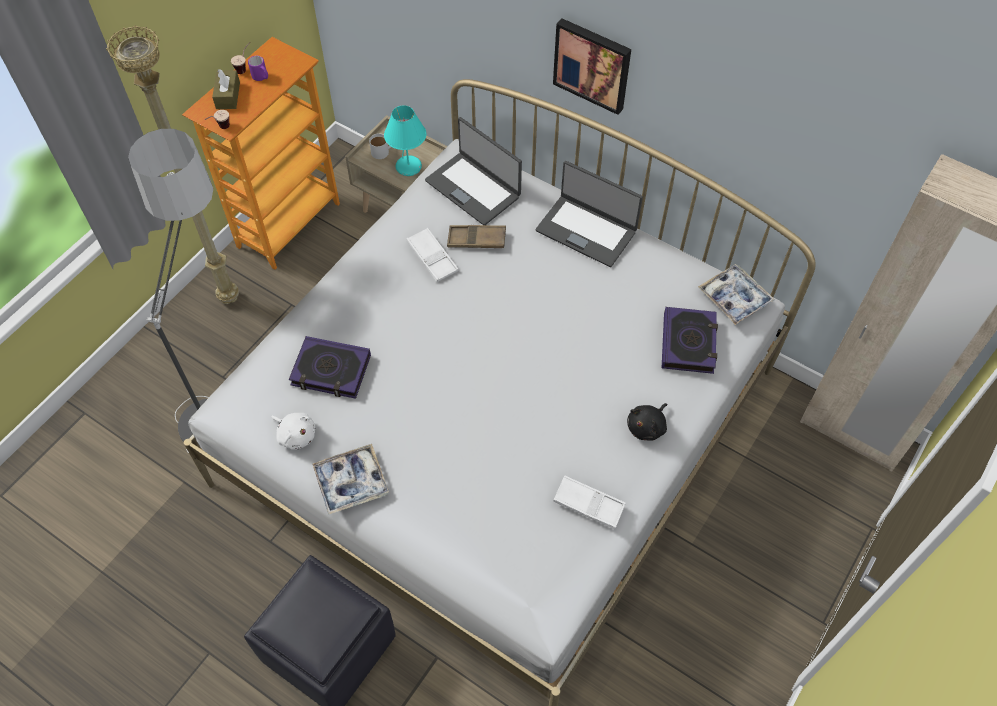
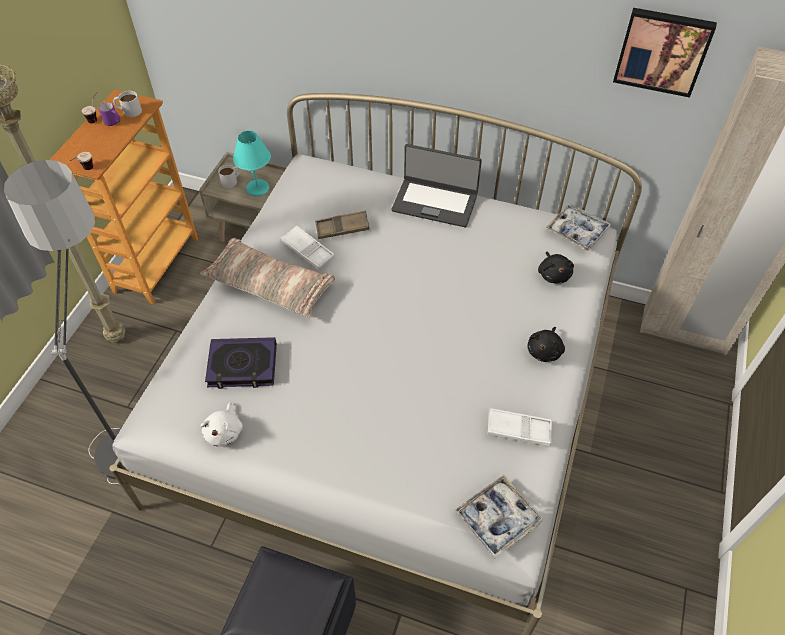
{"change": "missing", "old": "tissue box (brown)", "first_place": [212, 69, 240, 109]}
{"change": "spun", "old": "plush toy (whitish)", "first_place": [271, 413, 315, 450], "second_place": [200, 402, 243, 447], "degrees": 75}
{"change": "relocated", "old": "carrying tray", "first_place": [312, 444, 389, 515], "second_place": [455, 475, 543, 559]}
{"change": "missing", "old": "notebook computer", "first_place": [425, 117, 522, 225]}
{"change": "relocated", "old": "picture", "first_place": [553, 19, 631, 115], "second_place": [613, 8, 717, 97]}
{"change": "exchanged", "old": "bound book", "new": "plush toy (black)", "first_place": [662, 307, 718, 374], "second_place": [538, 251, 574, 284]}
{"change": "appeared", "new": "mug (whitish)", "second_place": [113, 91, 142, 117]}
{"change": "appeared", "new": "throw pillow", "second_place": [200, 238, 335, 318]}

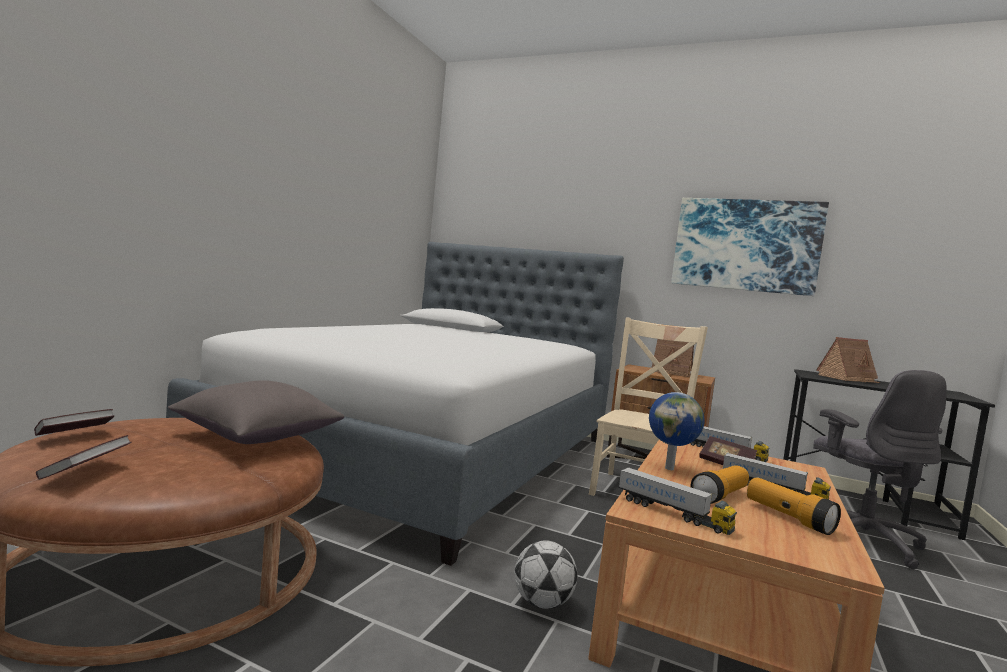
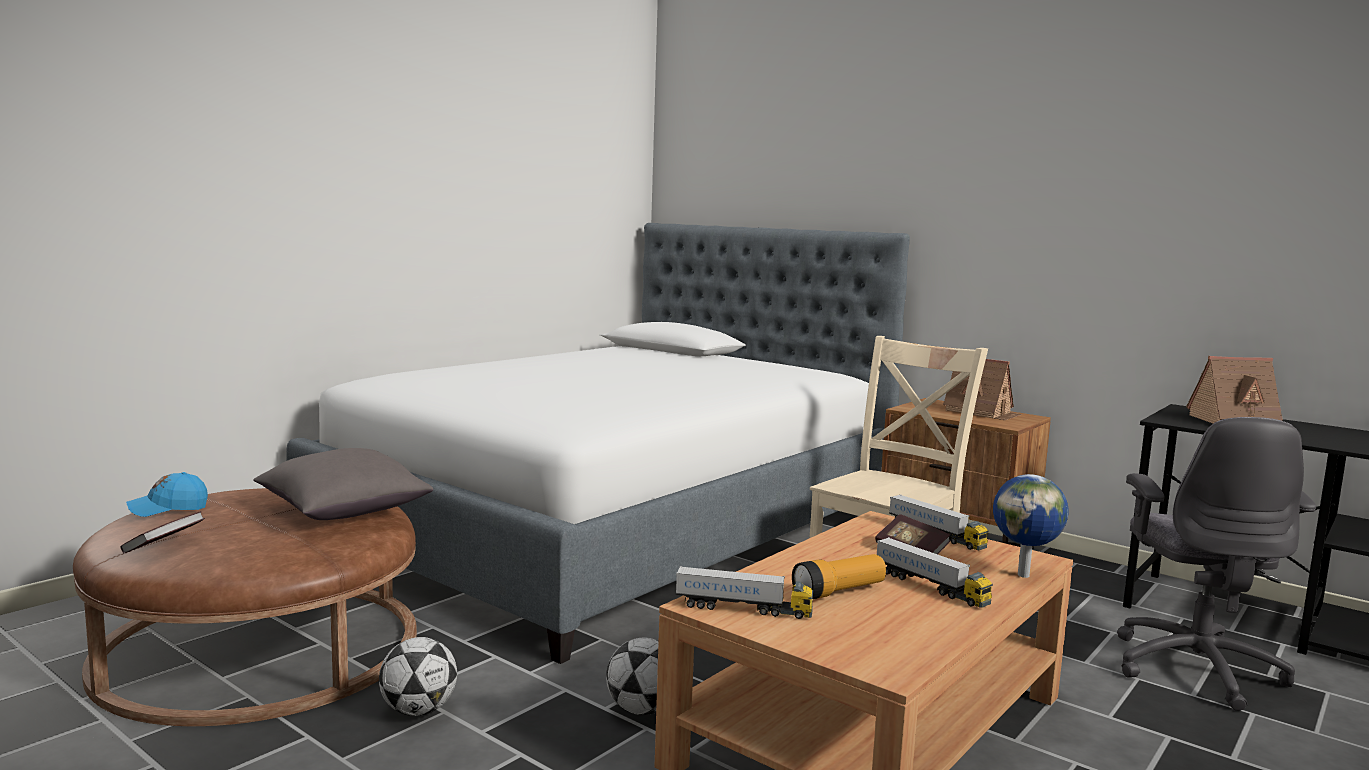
{"change": "exchanged", "old": "bound book", "new": "peaked cap (bluish)", "first_place": [34, 409, 114, 436], "second_place": [126, 472, 208, 517]}
{"change": "spun", "old": "toy truck", "first_place": [619, 467, 737, 535], "second_place": [676, 566, 813, 619], "degrees": -45}
{"change": "relocated", "old": "globe", "first_place": [649, 392, 705, 470], "second_place": [993, 474, 1069, 578]}
{"change": "missing", "old": "picture", "first_place": [671, 198, 829, 296]}
{"change": "missing", "old": "flashlight", "first_place": [747, 477, 841, 535]}
{"change": "appeared", "new": "football", "second_place": [379, 637, 457, 716]}

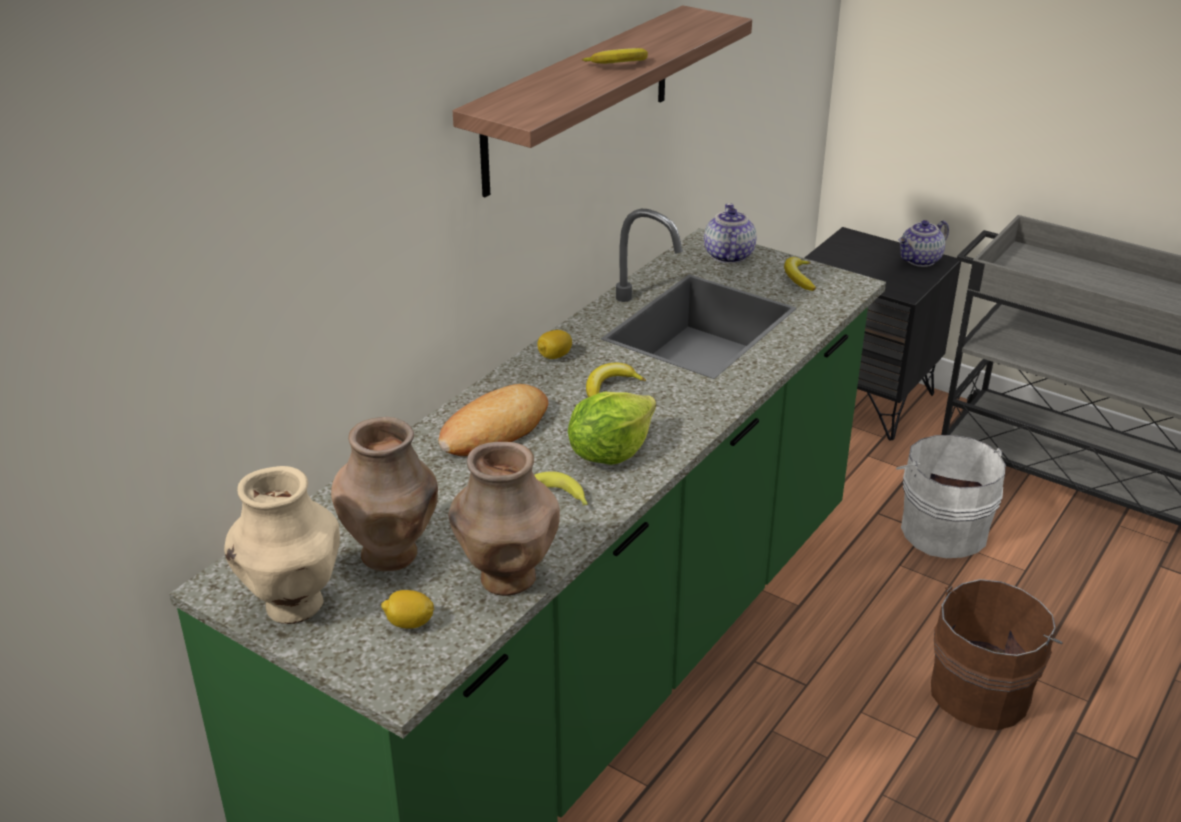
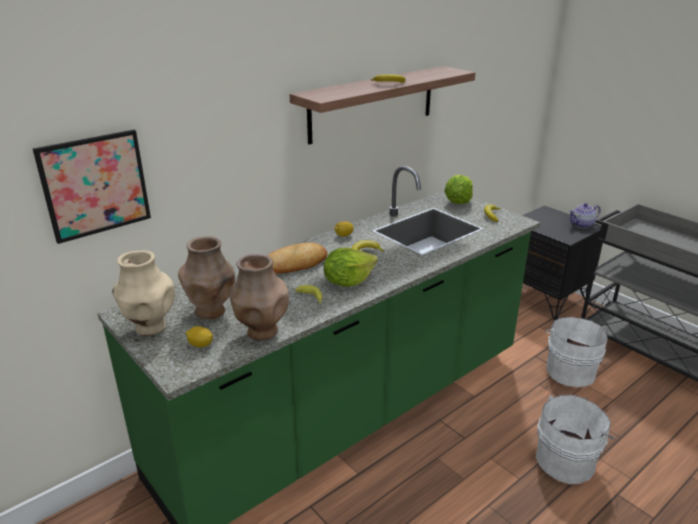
{"change": "exchanged", "old": "pot for tea", "new": "lettuce", "first_place": [704, 203, 757, 263], "second_place": [444, 175, 473, 204]}
{"change": "colour", "old": "bucket (brown)", "new": "bucket (whitish)", "first_place": [931, 579, 1063, 730], "second_place": [536, 395, 615, 484]}
{"change": "appeared", "new": "picture", "second_place": [33, 130, 151, 244]}

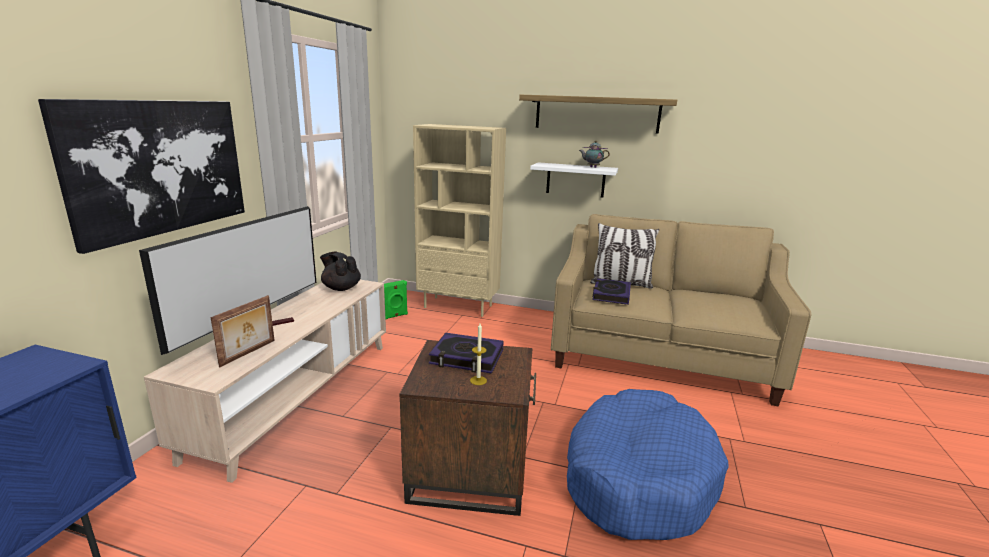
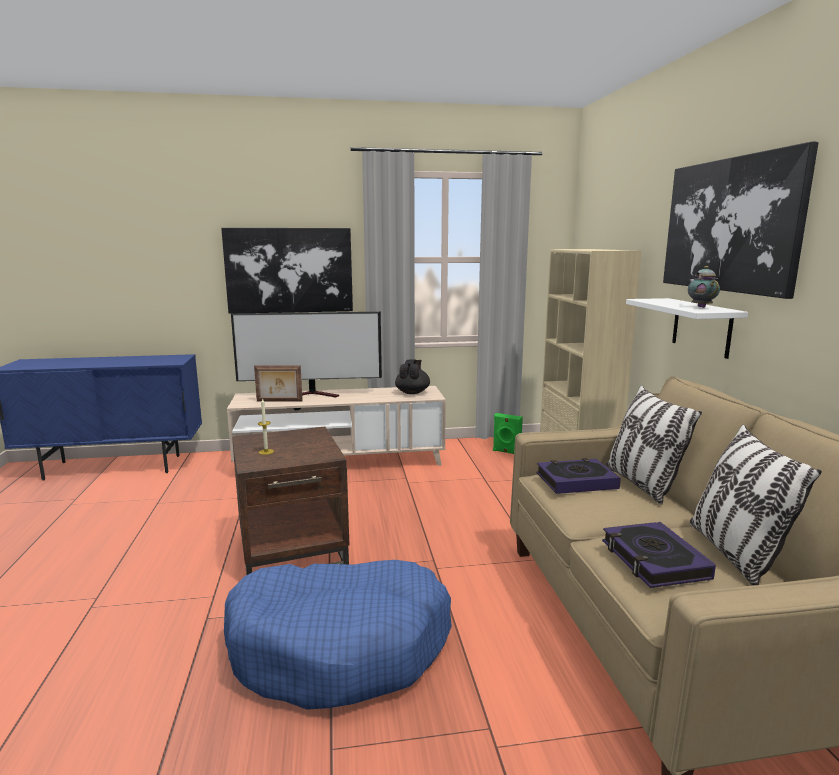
{"change": "relocated", "old": "bound book", "first_place": [429, 333, 504, 373], "second_place": [602, 522, 716, 588]}
{"change": "exchanged", "old": "wall shelf", "new": "picture", "first_place": [519, 95, 677, 134], "second_place": [663, 141, 818, 299]}
{"change": "appeared", "new": "throw pillow", "second_place": [690, 424, 822, 586]}

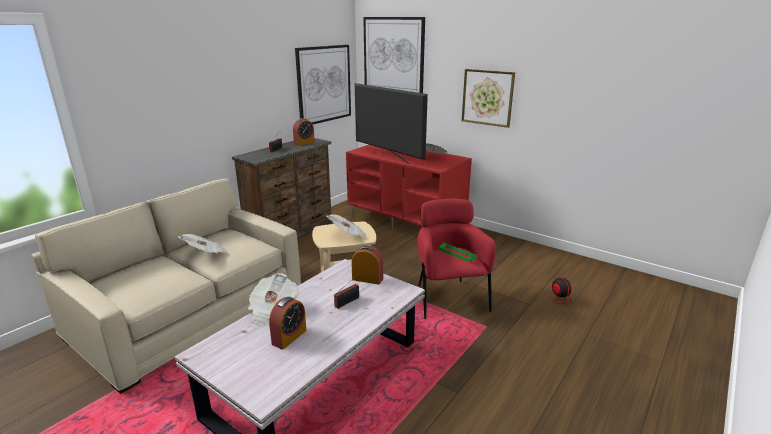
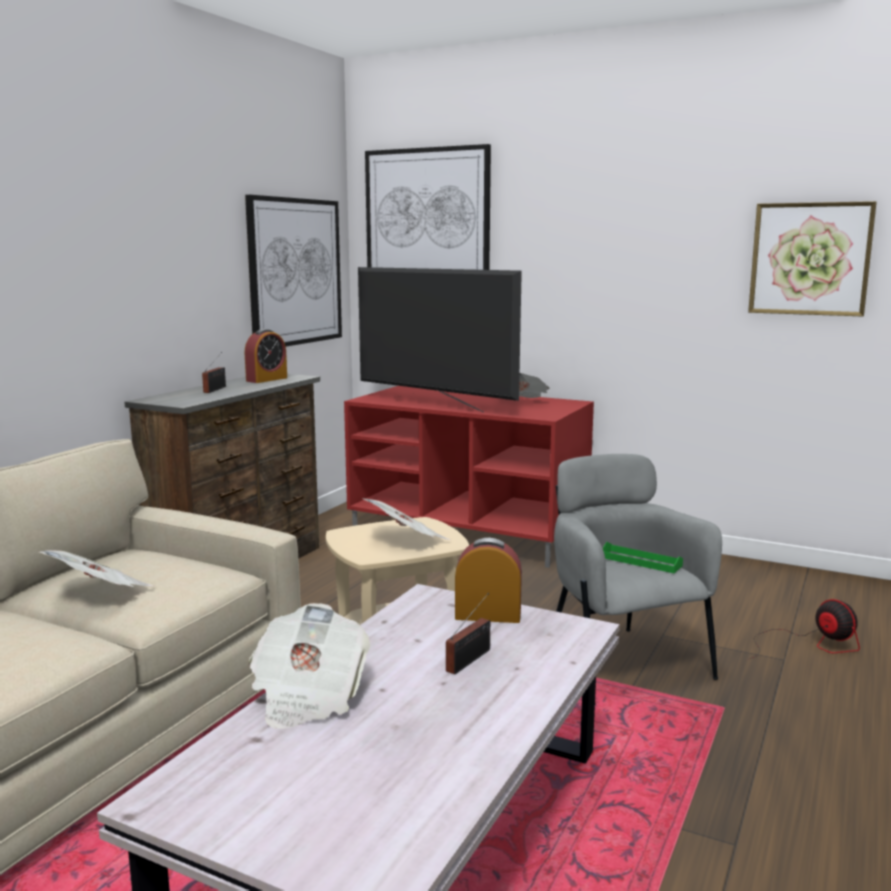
{"change": "missing", "old": "alarm clock", "first_place": [269, 297, 306, 350]}
{"change": "colour", "old": "armchair (red-coloured)", "new": "armchair (grey)", "first_place": [418, 199, 496, 319], "second_place": [554, 454, 722, 705]}
{"change": "relocated", "old": "picture", "first_place": [462, 69, 515, 128], "second_place": [748, 201, 877, 317]}

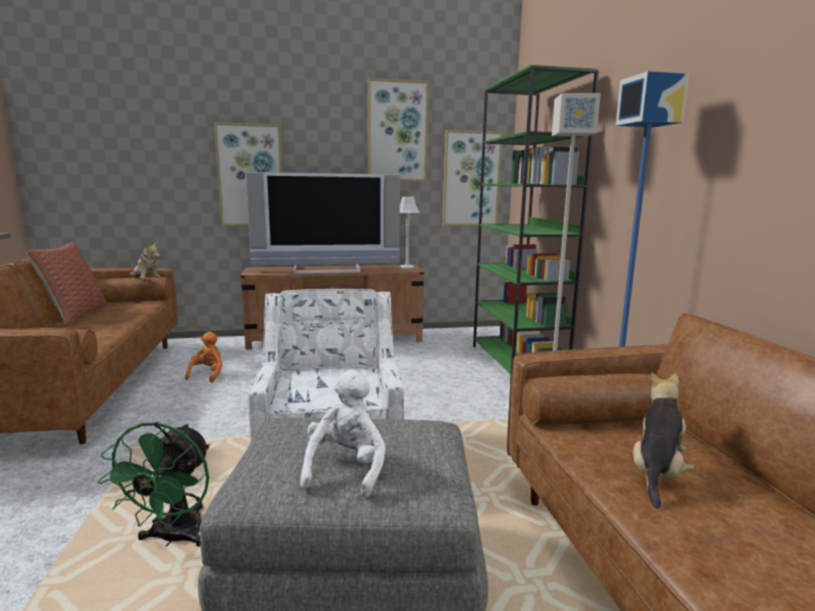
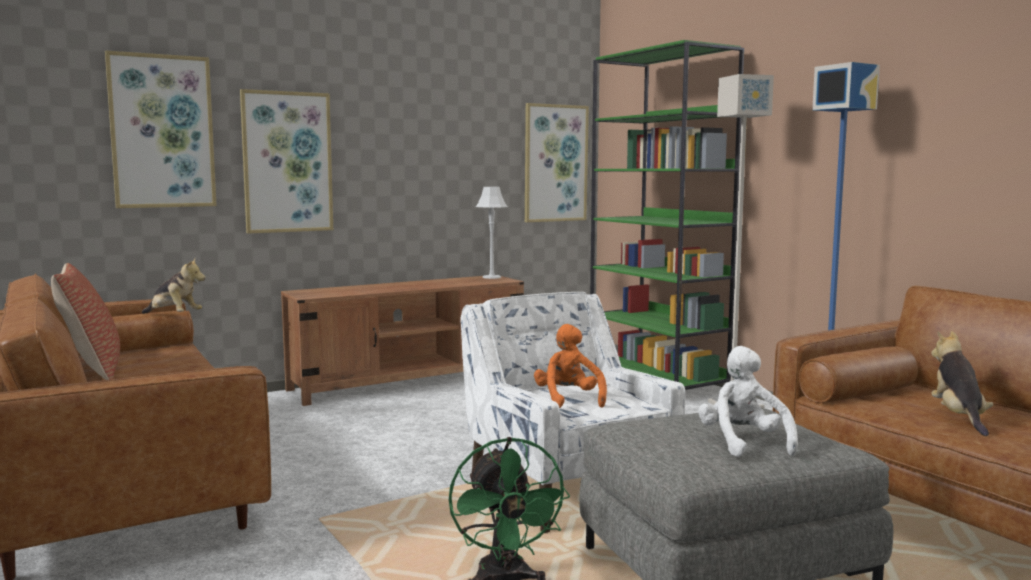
{"change": "relocated", "old": "plush toy (orangey)", "first_place": [185, 332, 223, 382], "second_place": [534, 324, 607, 408]}
{"change": "missing", "old": "TV set", "first_place": [246, 172, 400, 273]}
{"change": "relocated", "old": "picture", "first_place": [368, 78, 429, 181], "second_place": [105, 50, 217, 208]}

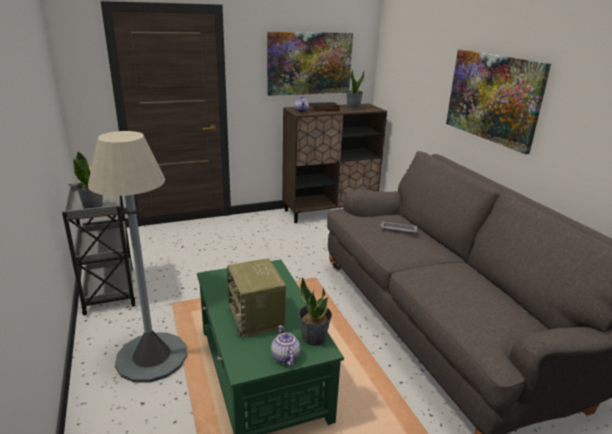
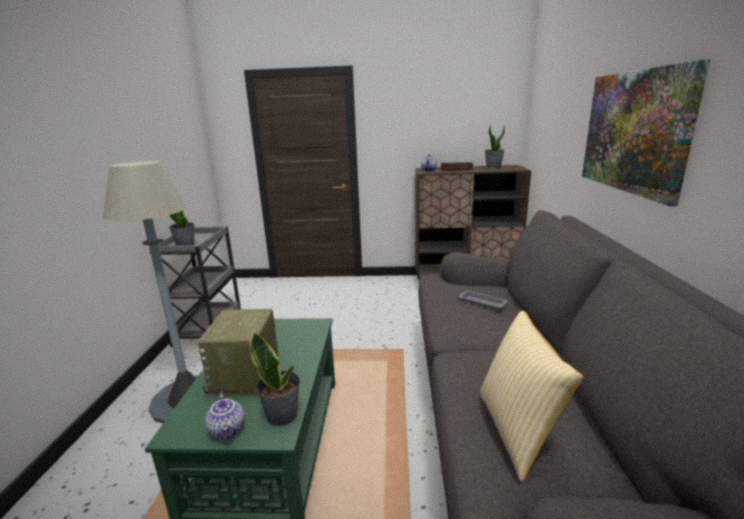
{"change": "missing", "old": "picture", "first_place": [267, 32, 353, 96]}
{"change": "spun", "old": "pot for tea", "first_place": [271, 325, 300, 366], "second_place": [205, 392, 245, 440], "degrees": 150}
{"change": "appeared", "new": "throw pillow", "second_place": [480, 311, 583, 482]}

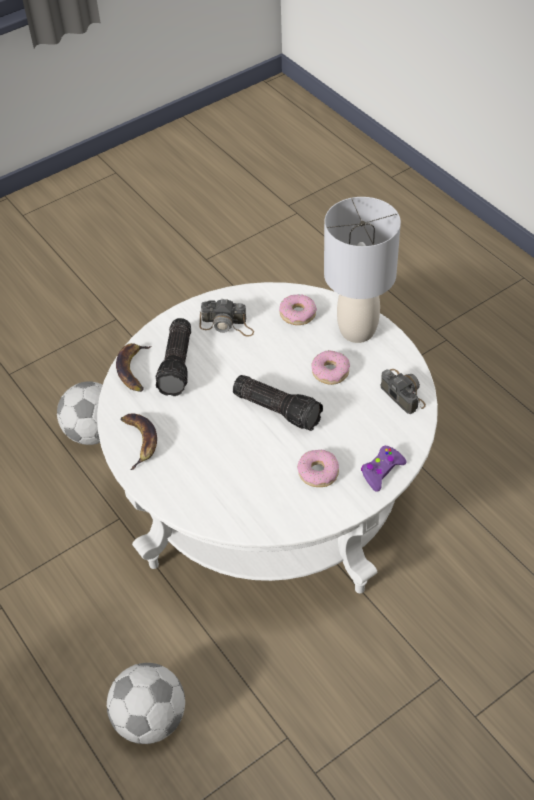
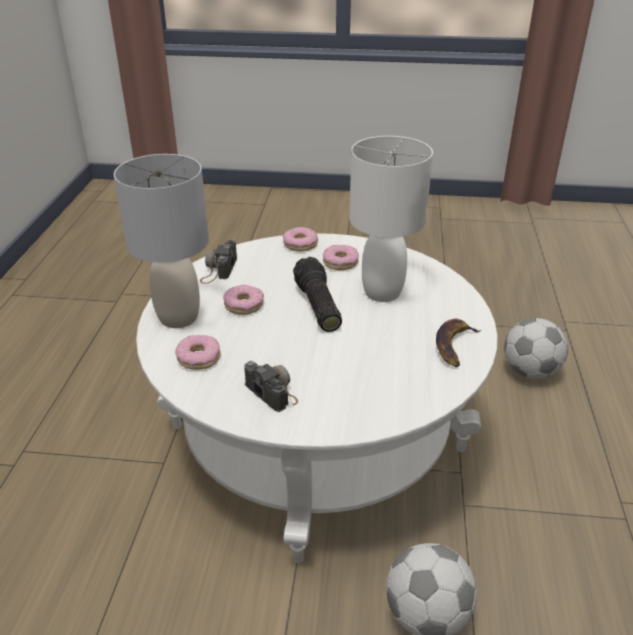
{"change": "missing", "old": "whole banana", "first_place": [116, 343, 152, 392]}
{"change": "missing", "old": "flashlight", "first_place": [156, 318, 191, 396]}
{"change": "exchanged", "old": "gamepad (purplish)", "new": "ring doughnut", "first_place": [361, 446, 407, 492], "second_place": [283, 227, 318, 251]}
{"change": "appeared", "new": "table lamp (whitish)", "second_place": [349, 136, 433, 302]}

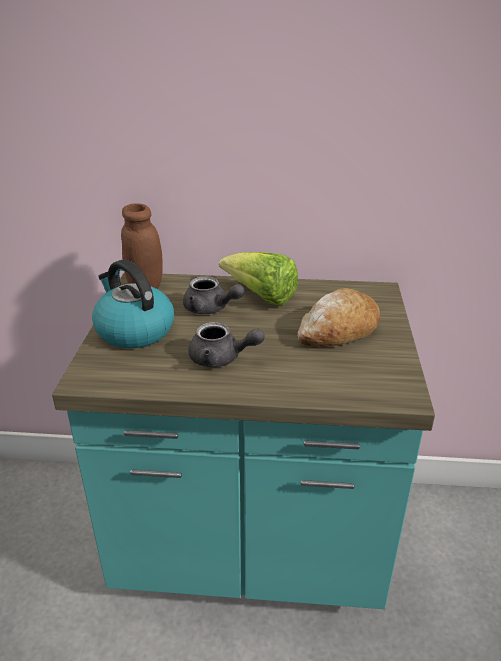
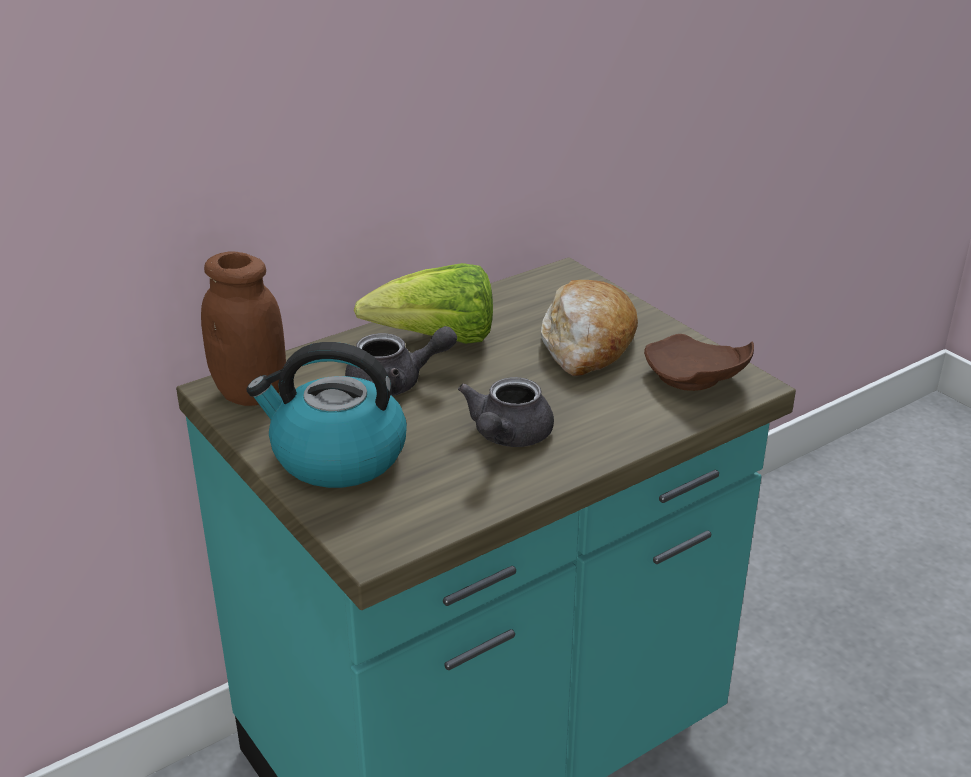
{"change": "spun", "old": "pot for tea (grey)", "first_place": [189, 322, 265, 367], "second_place": [458, 377, 554, 447], "degrees": 135}
{"change": "appeared", "new": "dinner plate (brown)", "second_place": [644, 334, 754, 391]}

